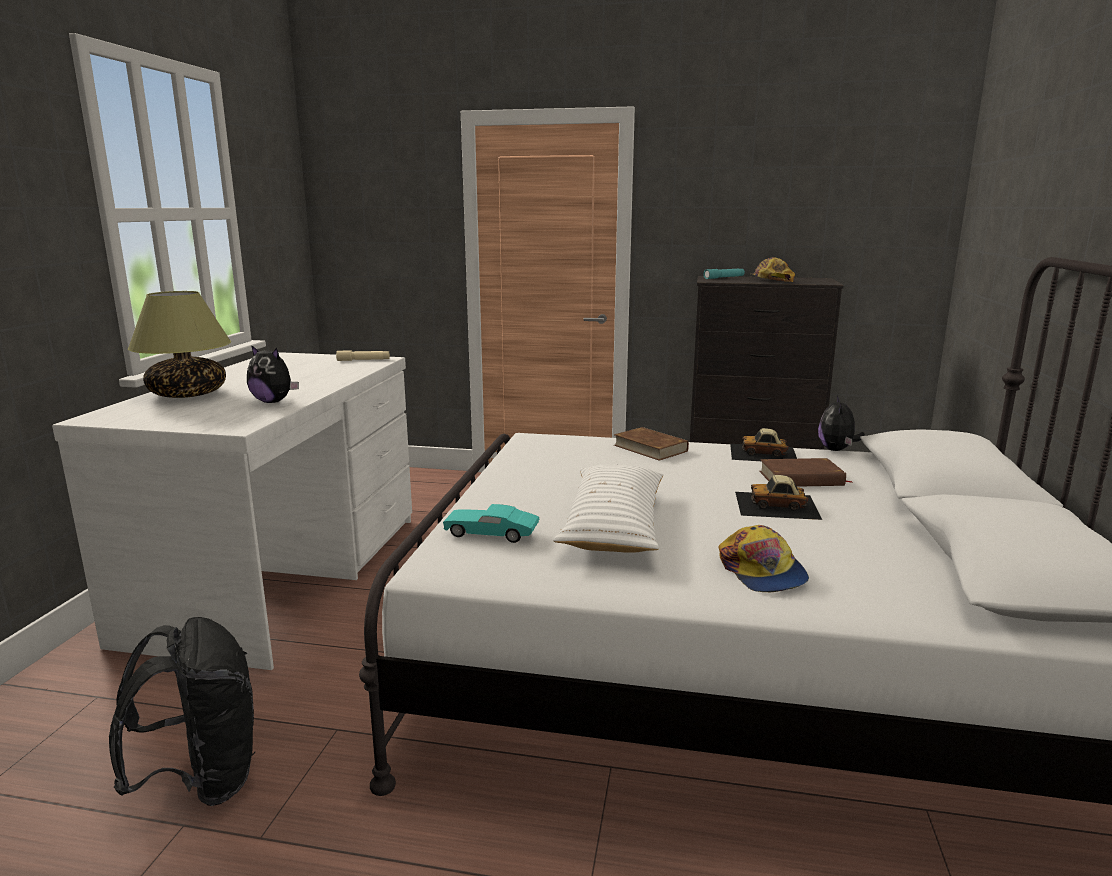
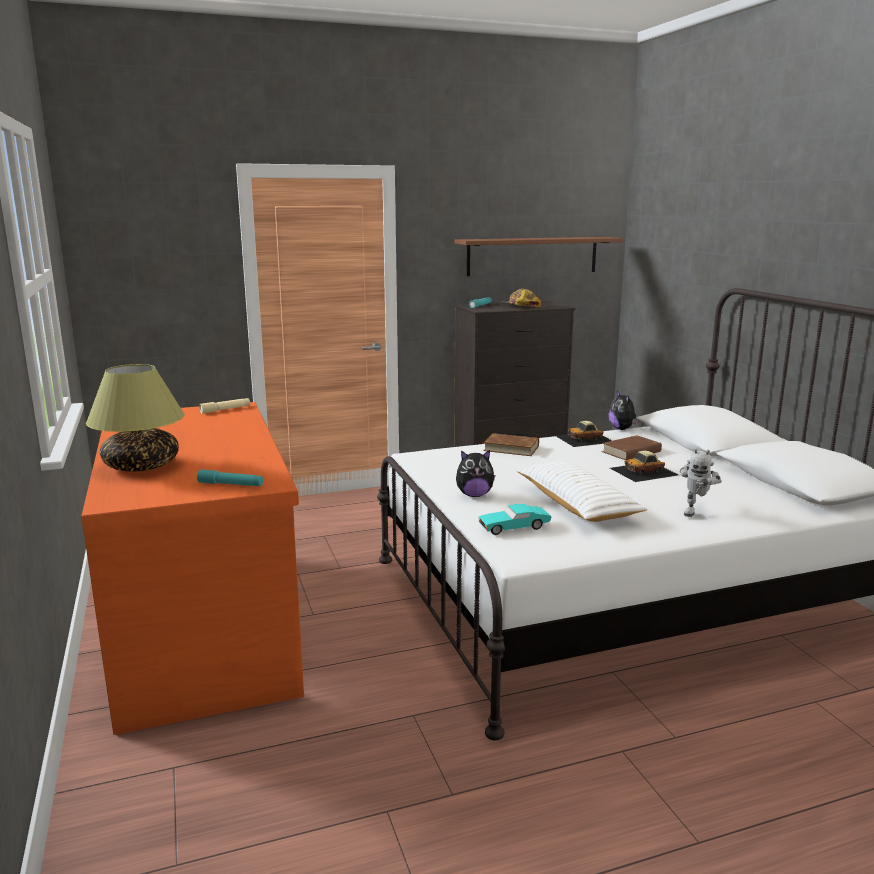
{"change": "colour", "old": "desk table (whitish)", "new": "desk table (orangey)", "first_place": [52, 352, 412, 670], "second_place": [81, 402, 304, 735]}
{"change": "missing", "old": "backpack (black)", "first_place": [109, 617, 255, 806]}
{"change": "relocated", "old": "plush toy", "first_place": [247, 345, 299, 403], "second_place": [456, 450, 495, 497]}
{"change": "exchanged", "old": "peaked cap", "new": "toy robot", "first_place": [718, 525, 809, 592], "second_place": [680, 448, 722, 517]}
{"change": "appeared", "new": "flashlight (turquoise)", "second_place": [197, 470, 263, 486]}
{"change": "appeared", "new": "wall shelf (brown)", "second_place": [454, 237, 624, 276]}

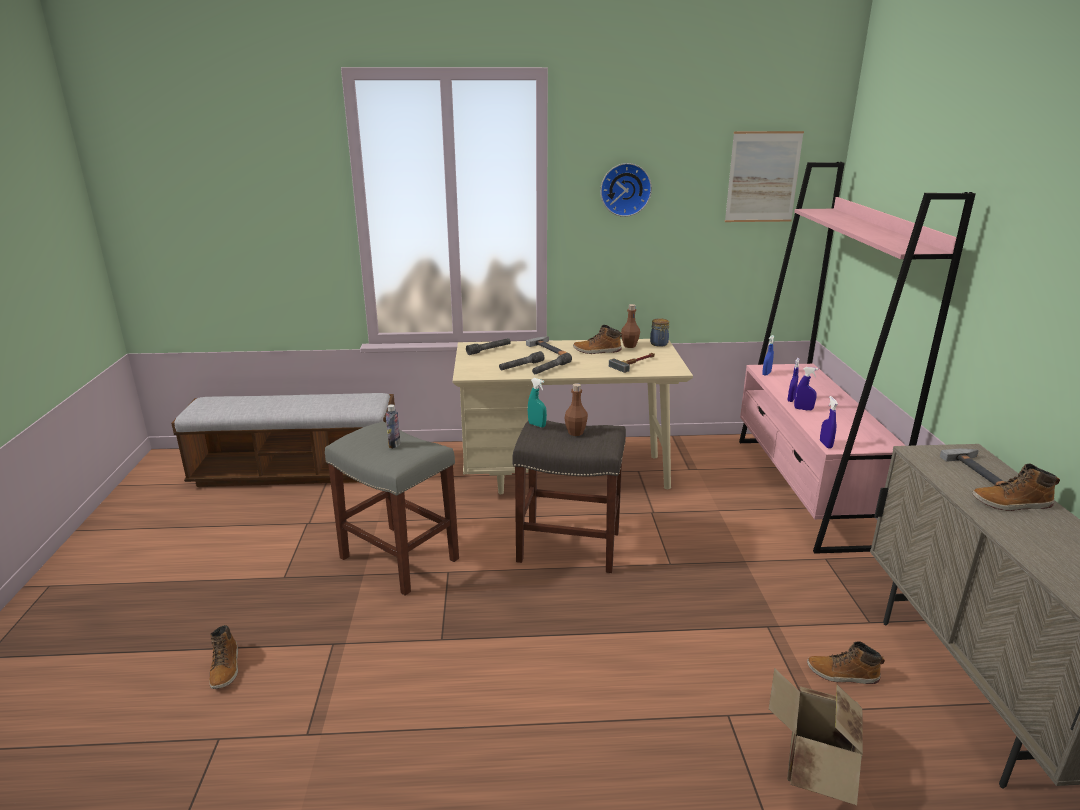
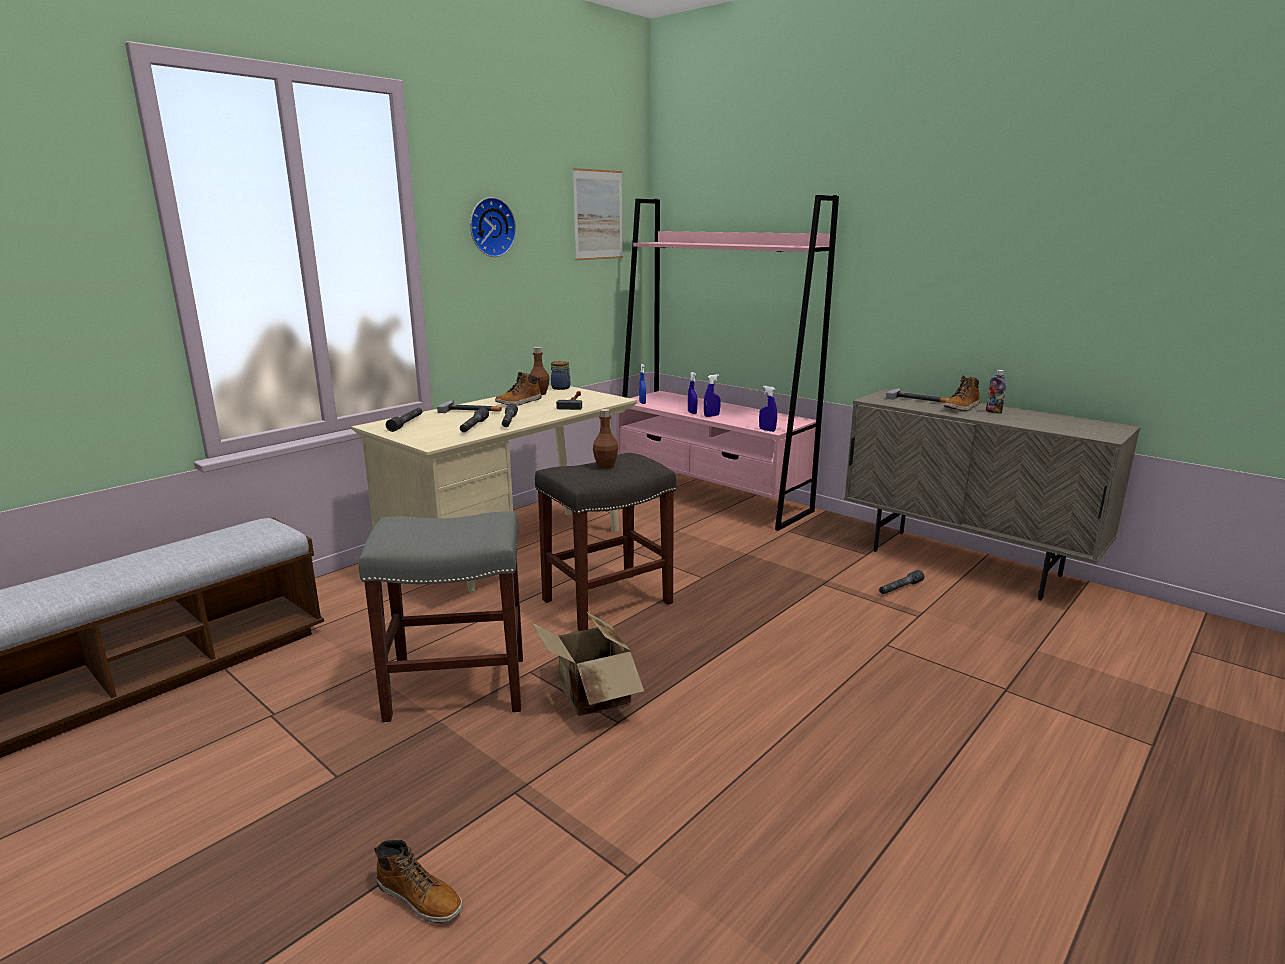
{"change": "relocated", "old": "beverage bottle", "first_place": [386, 404, 400, 448], "second_place": [986, 370, 1006, 414]}
{"change": "missing", "old": "spray bottle (turquoise)", "first_place": [528, 378, 547, 427]}
{"change": "relocated", "old": "carton", "first_place": [769, 668, 863, 805], "second_place": [532, 611, 644, 716]}
{"change": "exchanged", "old": "high-top boot", "new": "flashlight (grey)", "first_place": [807, 641, 885, 684], "second_place": [879, 570, 924, 594]}

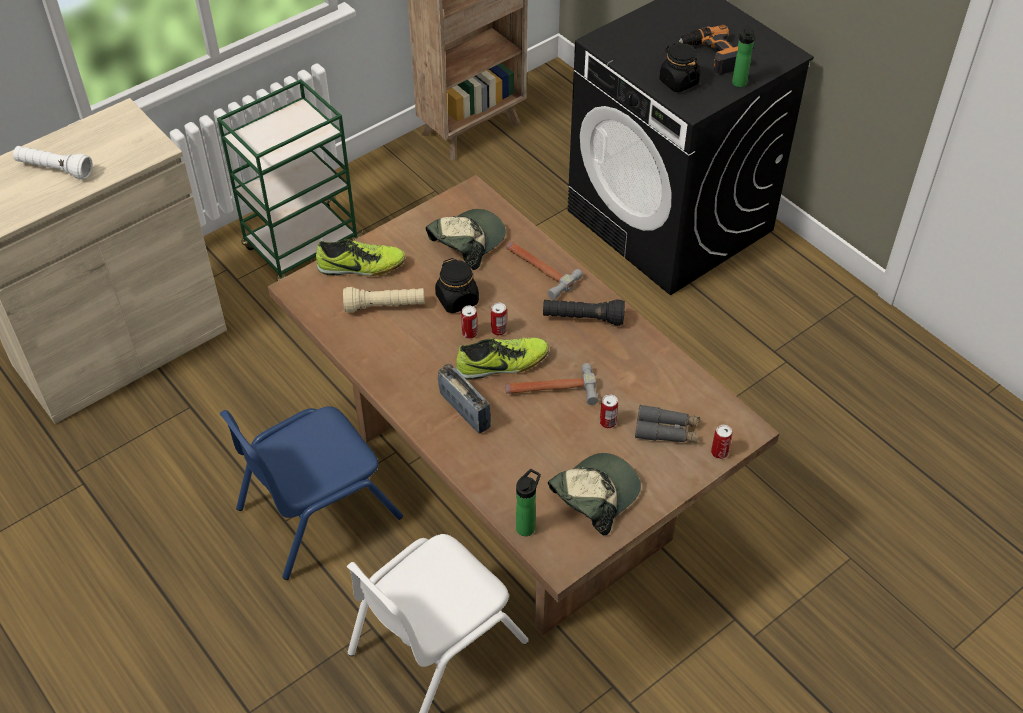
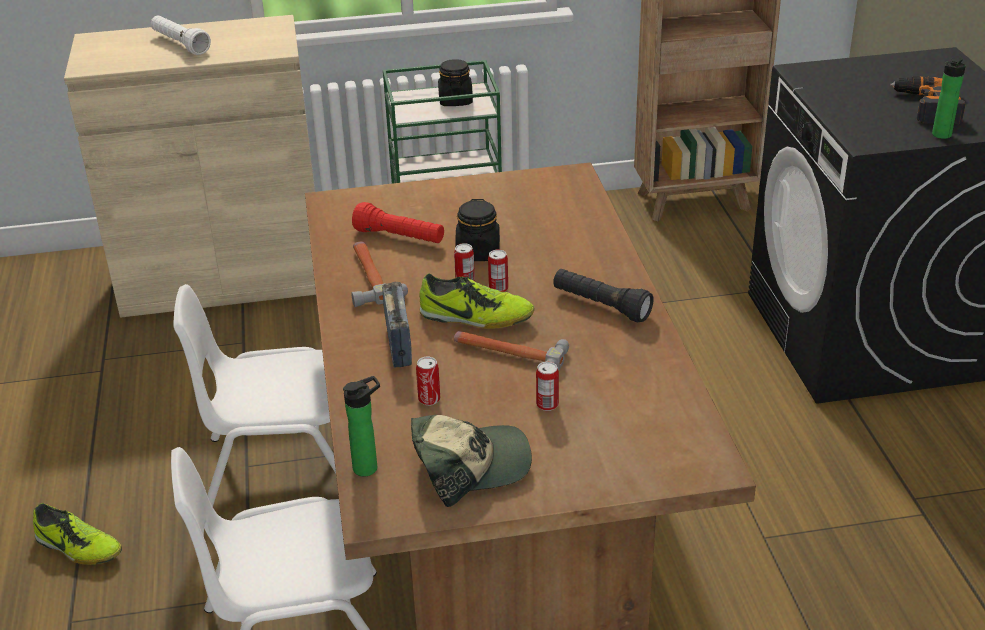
{"change": "colour", "old": "plain chair (bluish)", "new": "plain chair (whitish)", "first_place": [220, 406, 403, 580], "second_place": [173, 284, 336, 507]}
{"change": "relocated", "old": "shoe", "first_place": [316, 239, 405, 276], "second_place": [33, 503, 122, 565]}
{"change": "colour", "old": "flashlight (sand-coloured)", "new": "flashlight (red-coloured)", "first_place": [343, 287, 425, 313], "second_place": [352, 202, 444, 243]}
{"change": "missing", "old": "peaked cap", "first_place": [426, 209, 506, 270]}
{"change": "relocated", "old": "hand hammer", "first_place": [506, 242, 583, 300], "second_place": [352, 241, 408, 307]}
{"change": "missing", "old": "binoculars (grey)", "first_place": [635, 404, 700, 443]}
{"change": "relocated", "old": "jar (black)", "first_place": [659, 43, 700, 92], "second_place": [438, 59, 473, 106]}
{"change": "relocated", "old": "metal can", "first_place": [711, 425, 732, 459], "second_place": [416, 357, 440, 405]}

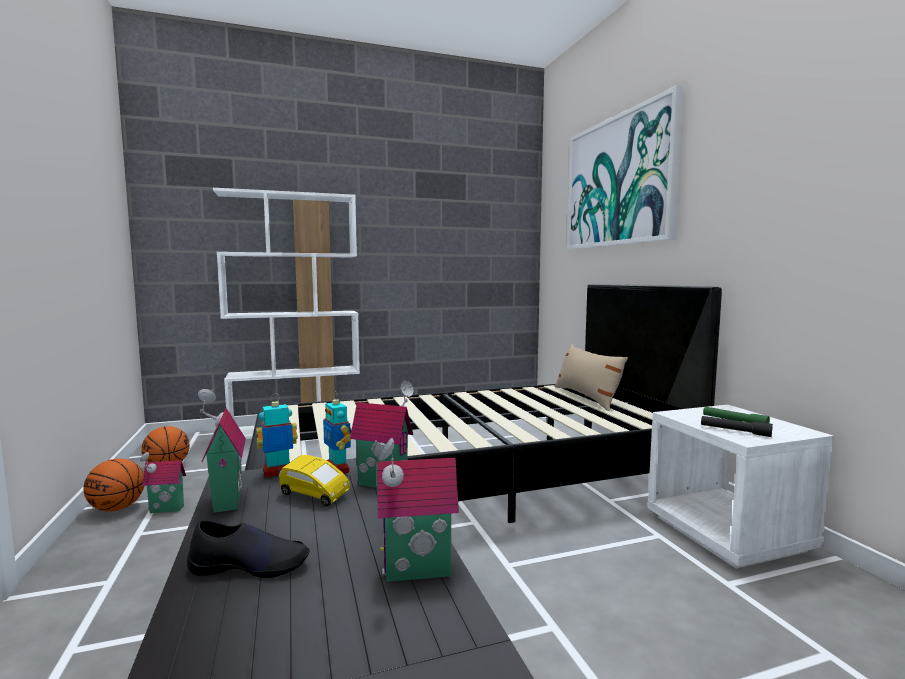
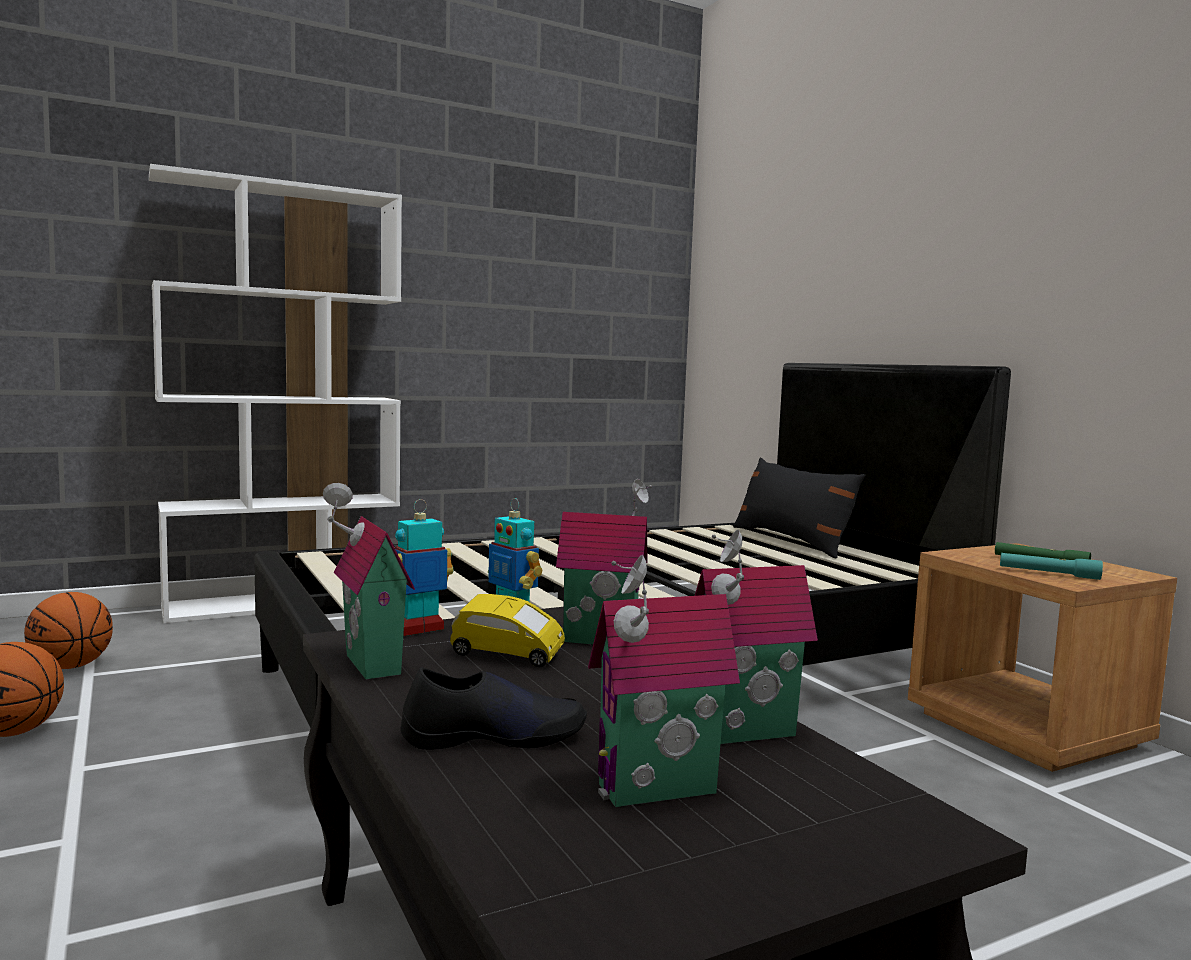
{"change": "relocated", "old": "model house", "first_place": [140, 452, 186, 513], "second_place": [588, 555, 740, 807]}
{"change": "colour", "old": "throw pillow (sand-coloured)", "new": "throw pillow (black)", "first_place": [555, 344, 628, 411], "second_place": [733, 458, 865, 558]}
{"change": "missing", "old": "picture", "first_place": [567, 86, 684, 249]}
{"change": "colour", "old": "bedside table (whitish)", "new": "bedside table (brown)", "first_place": [647, 405, 834, 569], "second_place": [908, 543, 1177, 772]}
{"change": "colour", "old": "flashlight (black)", "new": "flashlight (turquoise)", "first_place": [701, 416, 773, 437], "second_place": [1000, 553, 1103, 580]}

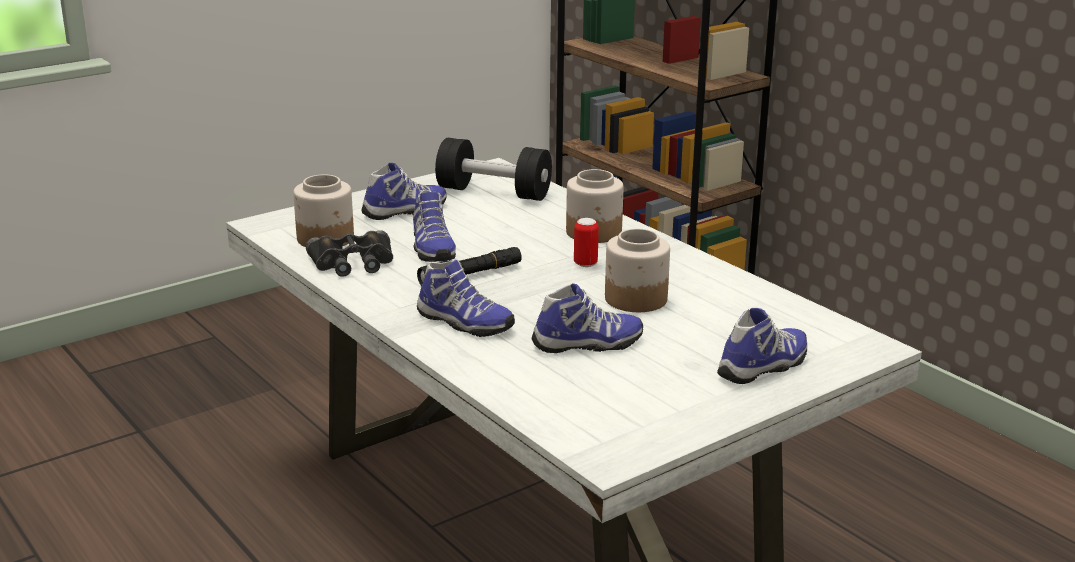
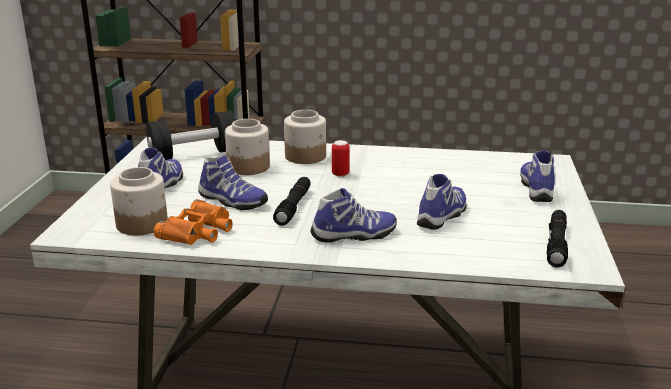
{"change": "colour", "old": "binoculars (black)", "new": "binoculars (orangey)", "first_place": [306, 230, 393, 277], "second_place": [154, 199, 233, 245]}
{"change": "relocated", "old": "jar", "first_place": [605, 229, 670, 312], "second_place": [225, 119, 270, 175]}
{"change": "appeared", "new": "flashlight (black)", "second_place": [547, 210, 568, 268]}

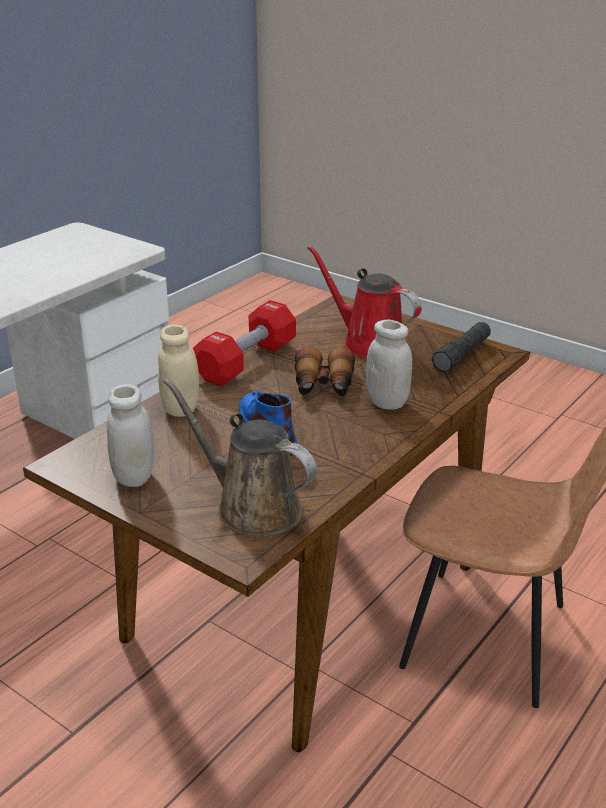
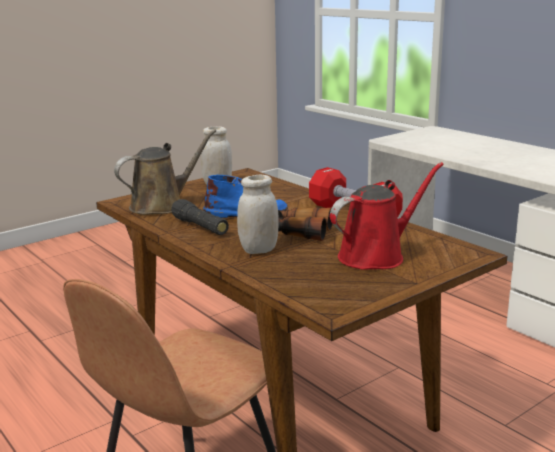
{"change": "missing", "old": "jar (sand-coloured)", "first_place": [158, 325, 199, 417]}
{"change": "relocated", "old": "flashlight (black)", "first_place": [432, 322, 491, 372], "second_place": [171, 199, 229, 235]}

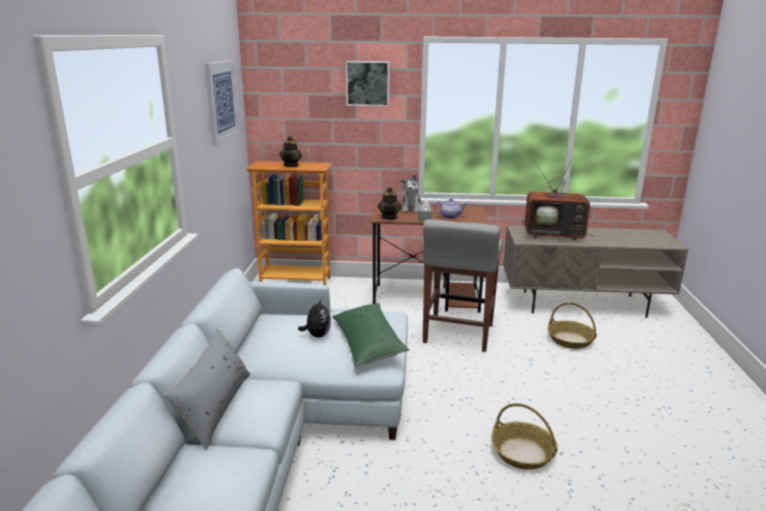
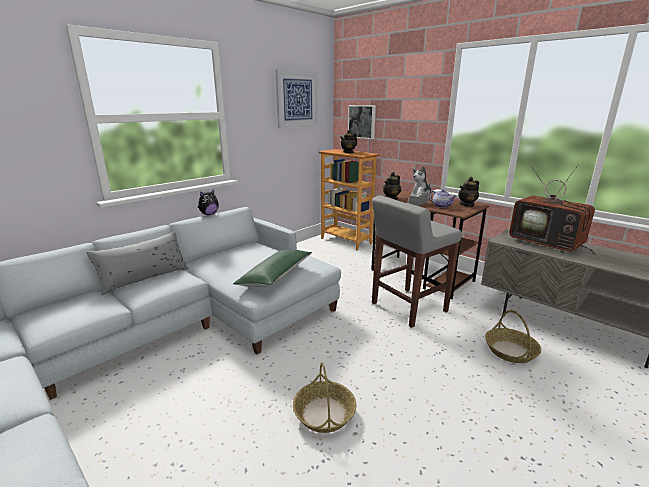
{"change": "relocated", "old": "plush toy", "first_place": [298, 299, 331, 337], "second_place": [198, 189, 219, 215]}
{"change": "relocated", "old": "picture", "first_place": [346, 61, 390, 106], "second_place": [348, 105, 376, 139]}
{"change": "appeared", "new": "pot for tea", "second_place": [458, 177, 479, 207]}

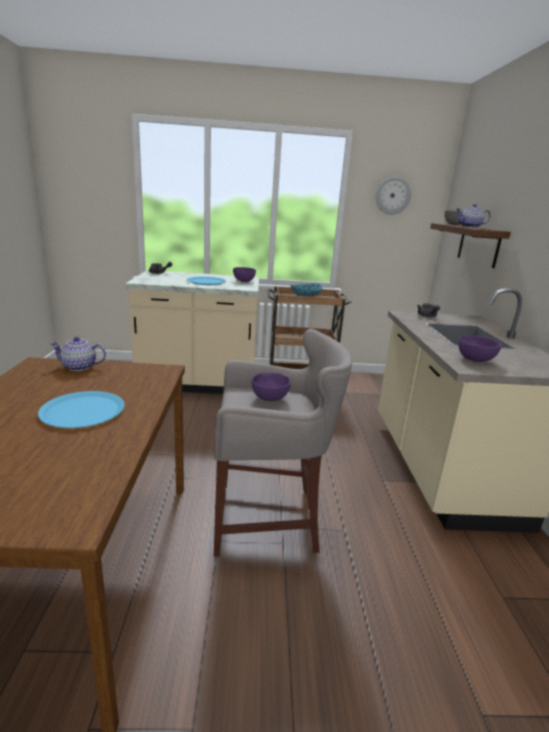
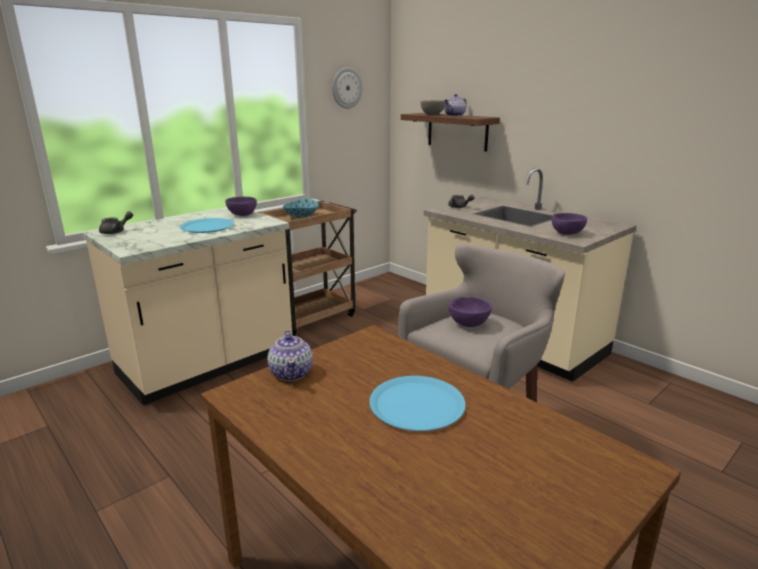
{"change": "spun", "old": "pot for tea", "first_place": [49, 337, 106, 371], "second_place": [268, 330, 313, 381], "degrees": -60}

